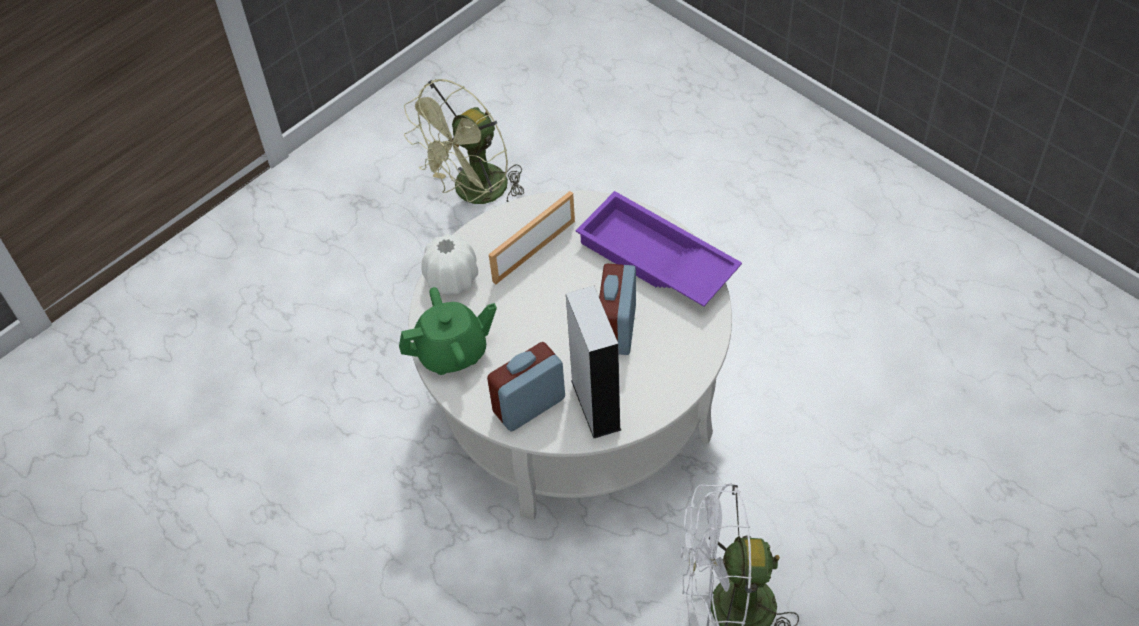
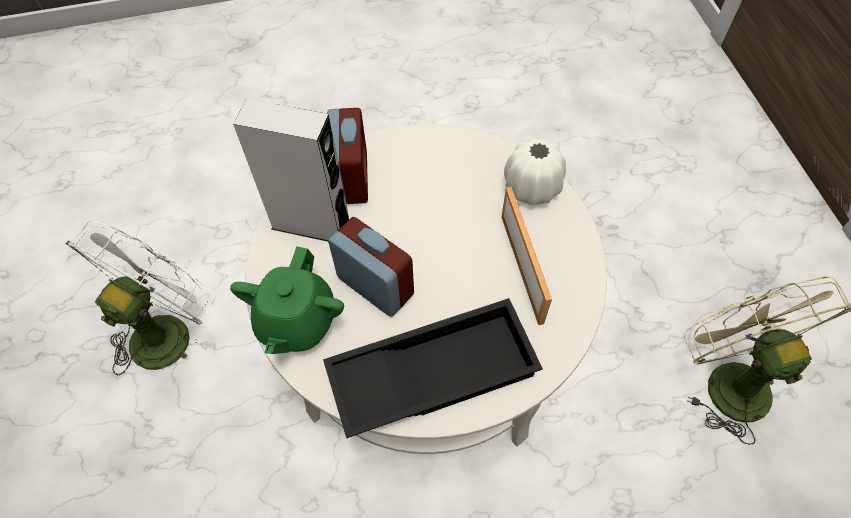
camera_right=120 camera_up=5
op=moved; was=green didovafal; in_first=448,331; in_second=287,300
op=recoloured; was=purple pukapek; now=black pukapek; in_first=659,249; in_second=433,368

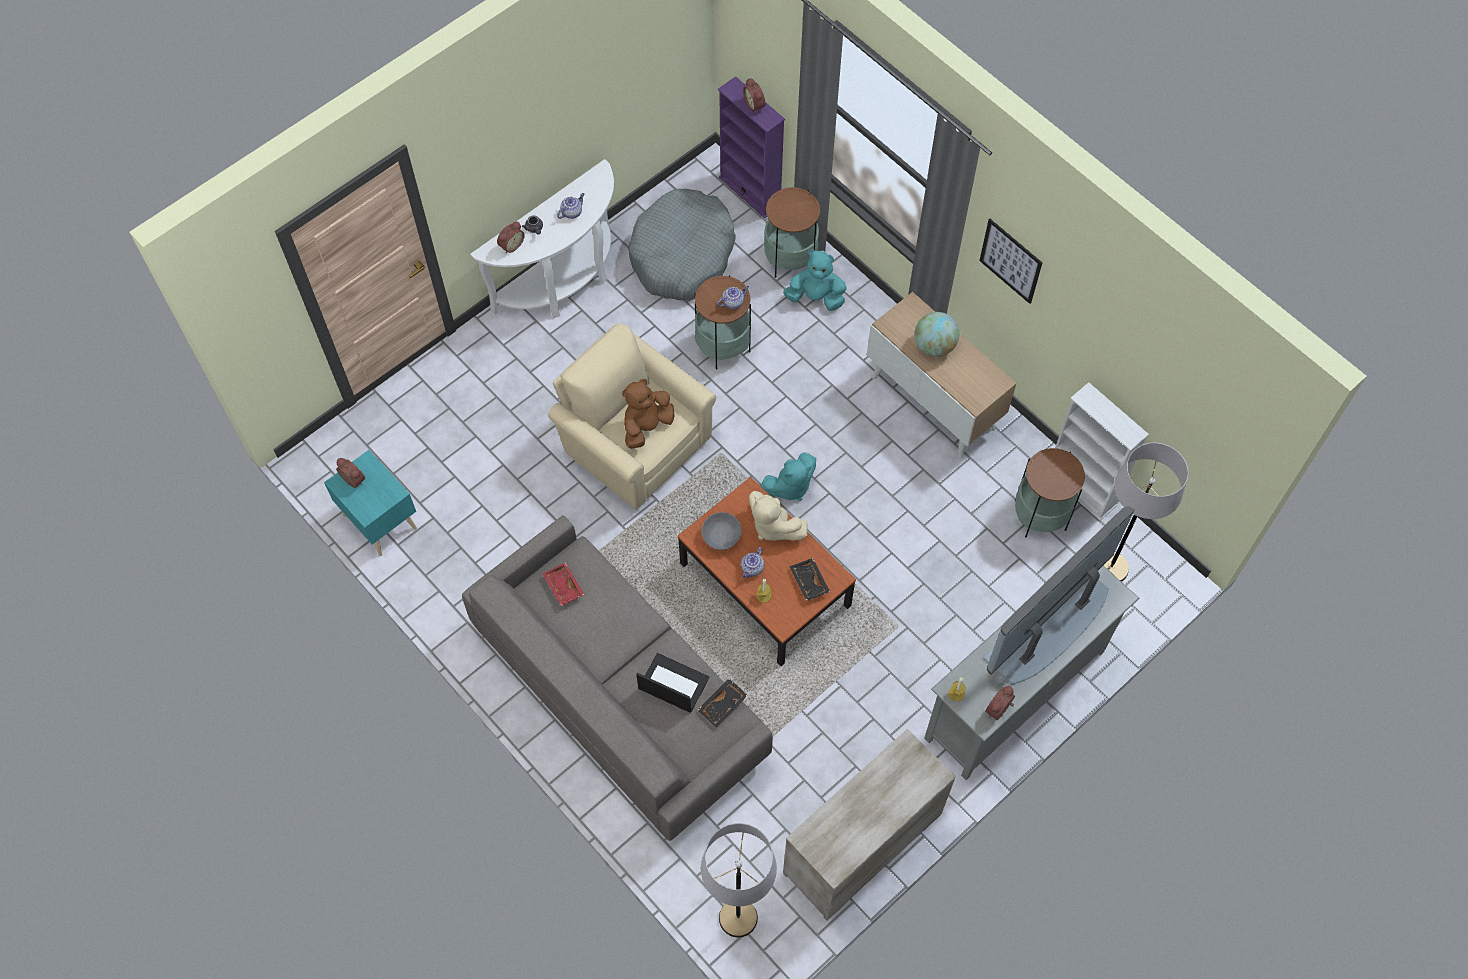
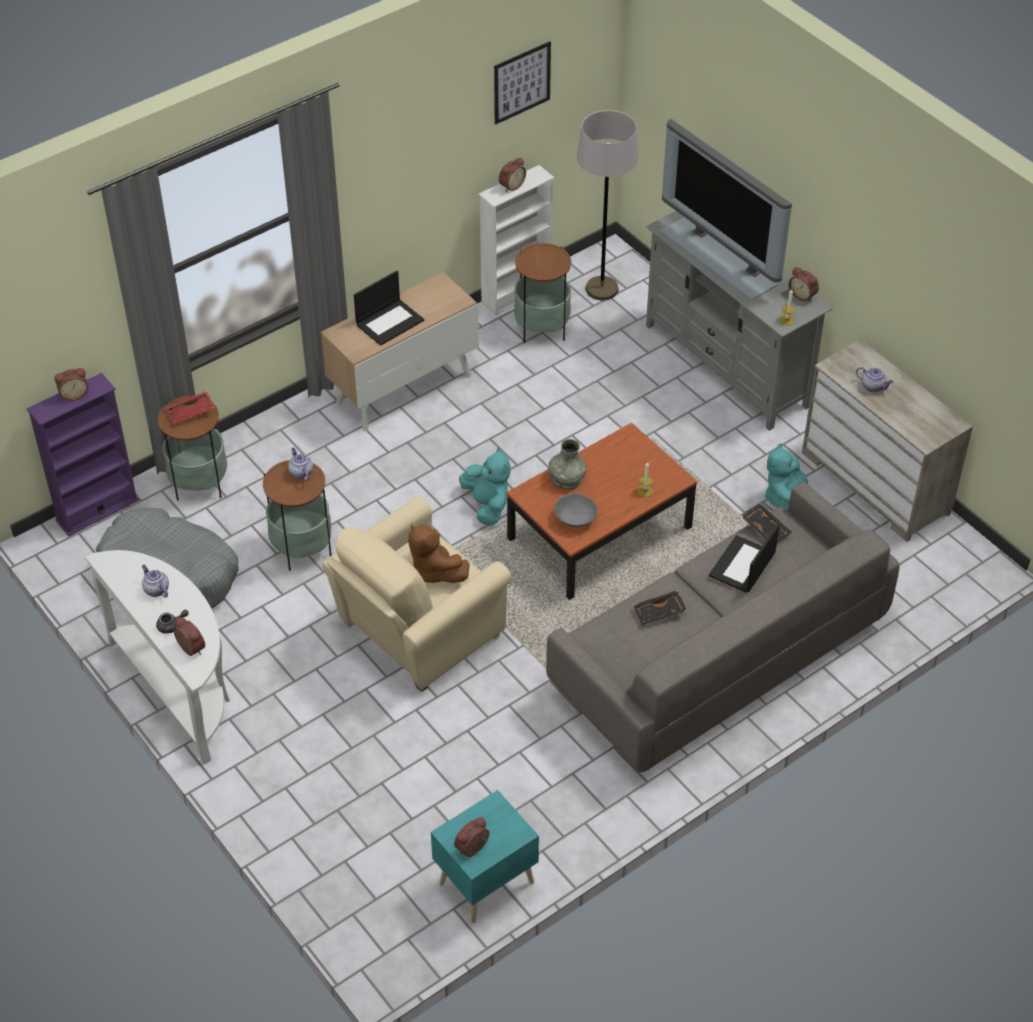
camera_right=-85 camera_up=-15
op=moved; was=red pukapek; in_first=563,584; in_second=190,407
op=replaced; was=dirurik; now=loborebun; in_first=936,334; in_second=389,308
op=moved; was=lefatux; in_first=1010,261; in_second=522,82
op=added; now=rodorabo; in_second=512,174
op=replaced; was=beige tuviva; now=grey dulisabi; in_first=778,516; in_second=567,464
op=moved; was=black pukapek; in_first=809,579; in_second=660,607
op=moved; was=turquoise tuviva; in_first=815,280; in_second=786,476
op=moved; was=didovafal; in_first=752,562; in_second=874,379
op=removed; was=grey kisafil; in_first=739,880

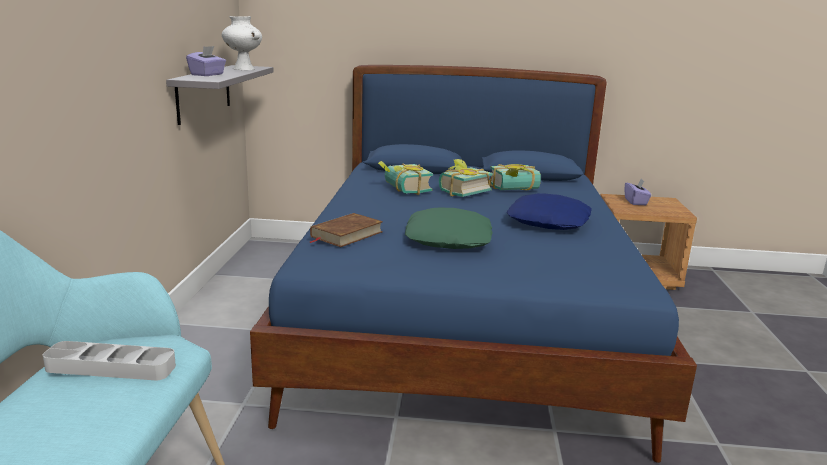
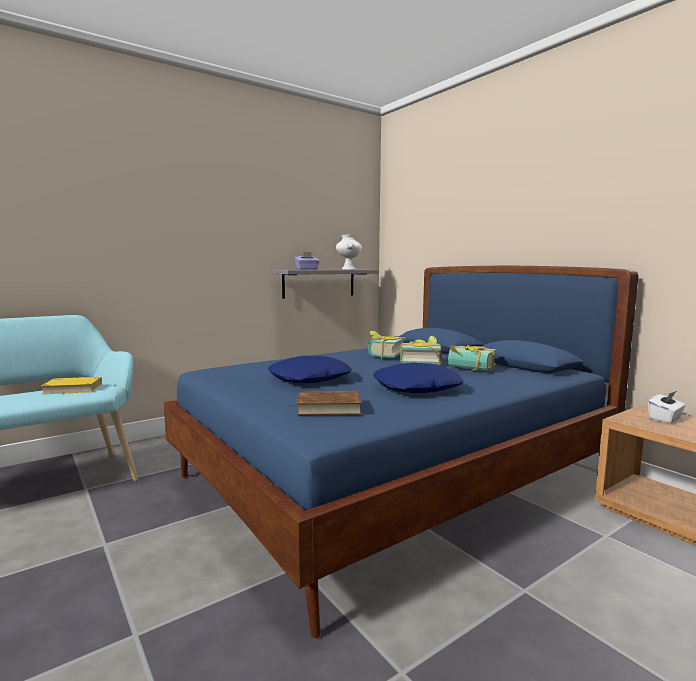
camera_right=50 camera_up=-10
op=replaced; was=grey pukapek; now=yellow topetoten; in_first=109,361; in_second=71,385
op=recoloured; was=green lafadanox; now=blue lafadanox; in_first=449,228; in_second=309,369
op=moved; was=brown topetoten; in_first=346,230; in_second=325,403
op=recoloured; was=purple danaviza; now=white danaviza; in_first=638,192; in_second=667,407

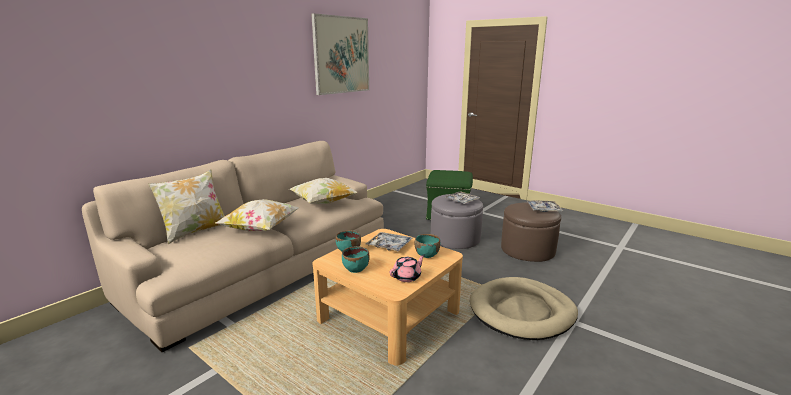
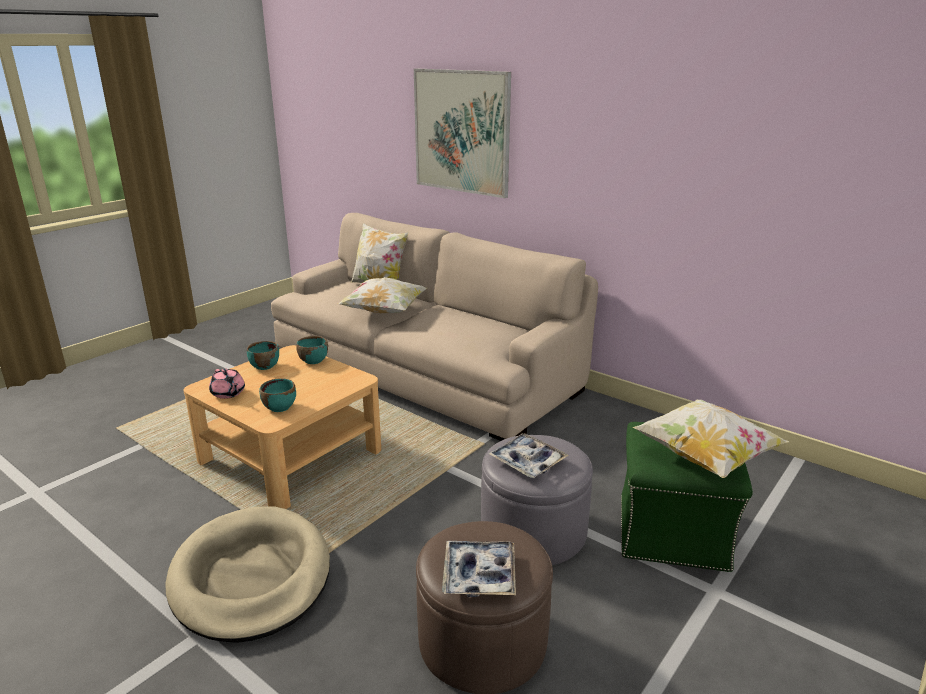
camera_right=90 camera_up=5
op=moved; was=lefatux; in_first=340,54; in_second=462,133
op=moved; was=lafadanox; in_first=323,191; in_second=710,438
op=removed; was=pukapek; in_first=389,242

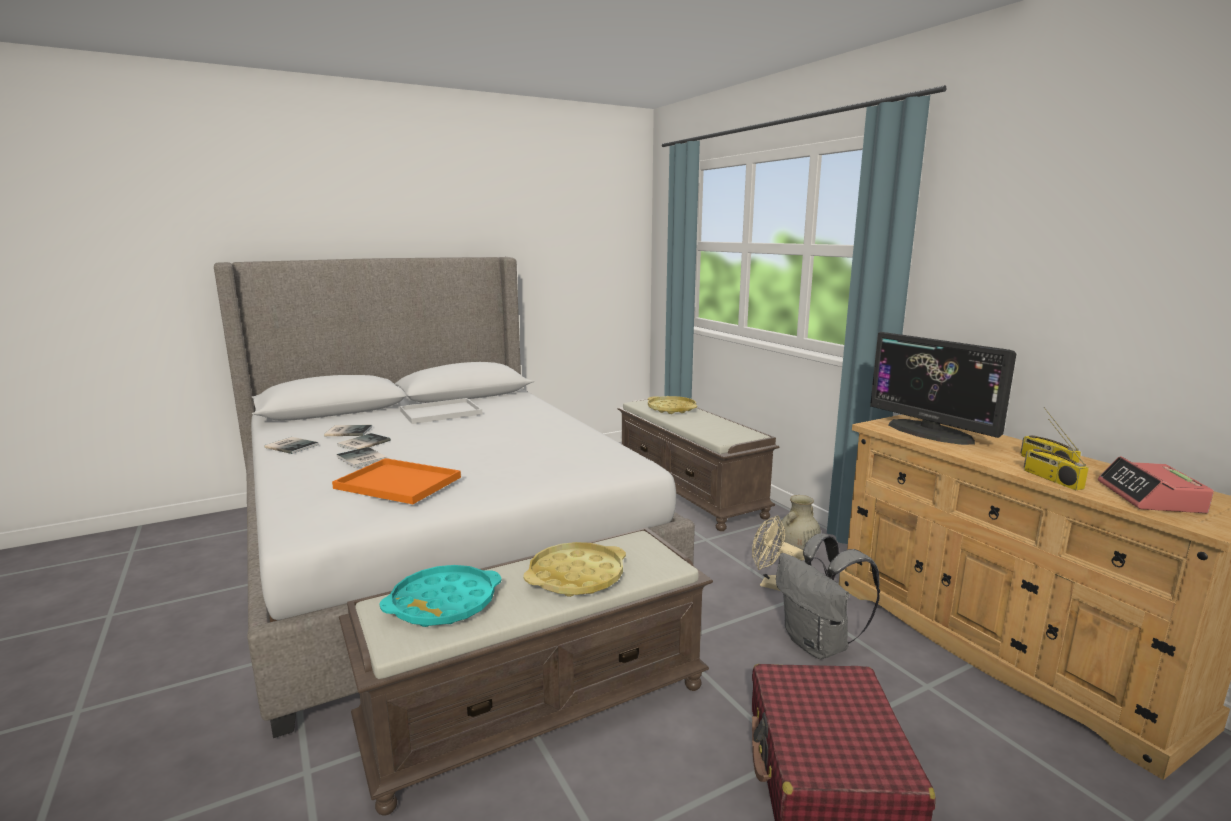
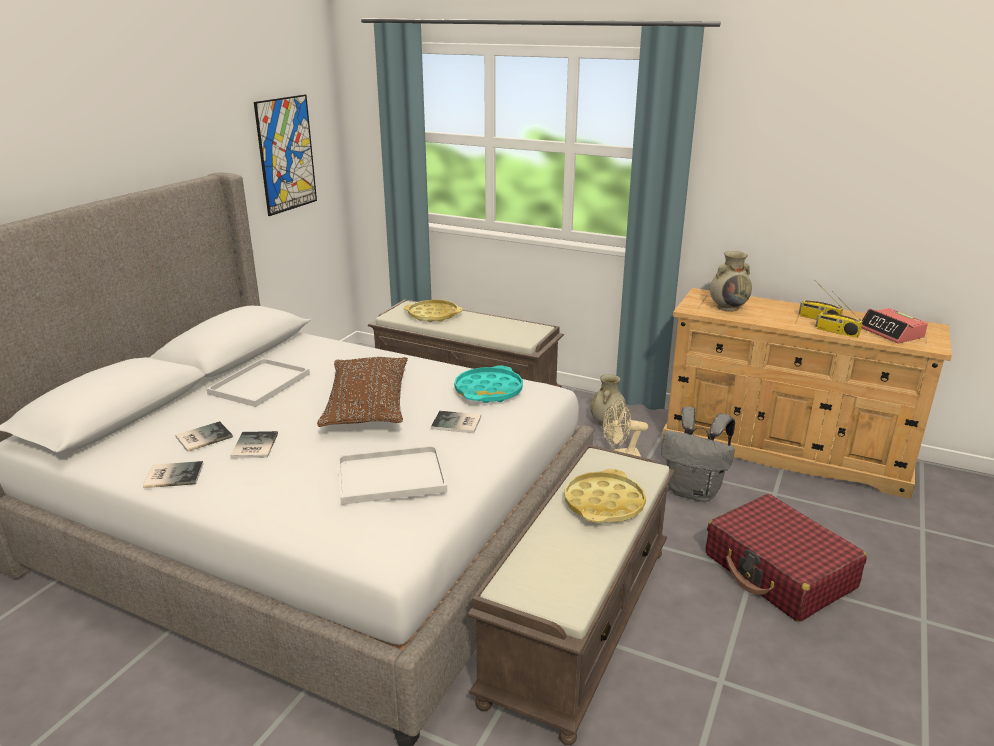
camera_right=-35 camera_up=10
op=added; now=lefatux; in_second=285,155
op=added; now=brown lafadanox; in_second=362,392
op=recoloured; was=orange pukapek; now=white pukapek; in_first=396,481; in_second=392,475
op=moved; was=topetoten; in_first=362,457; in_second=456,422
op=moved; was=turquoise pukapek; in_first=440,596; in_second=488,384
op=replaced; was=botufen; now=beige dulisabi; in_first=943,388; in_second=731,281

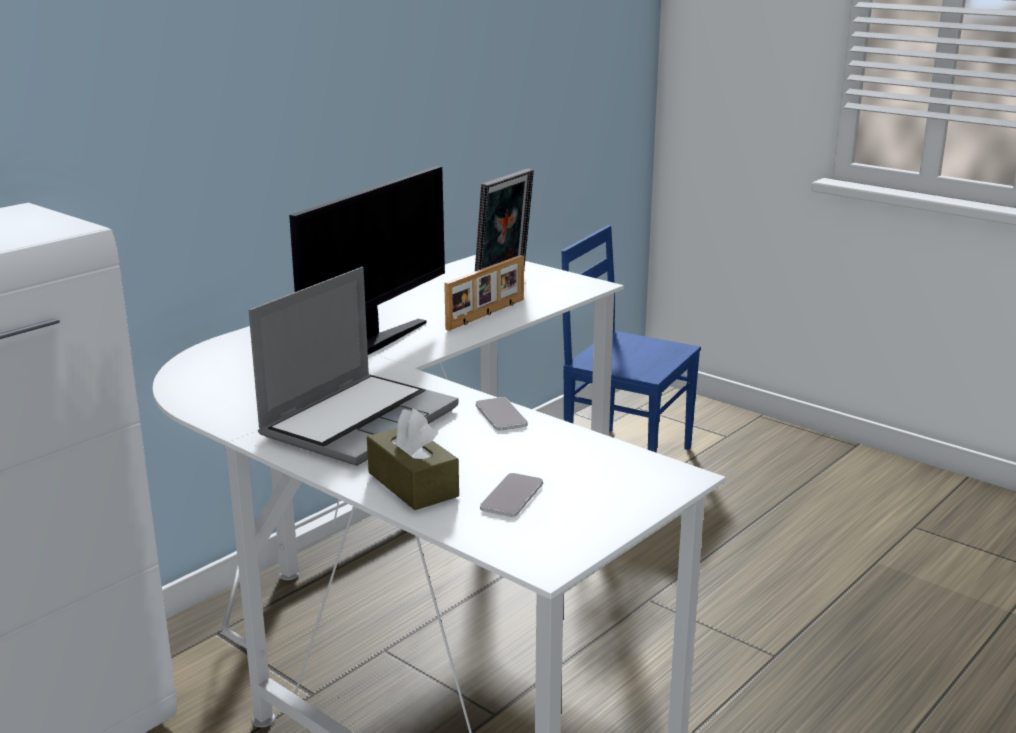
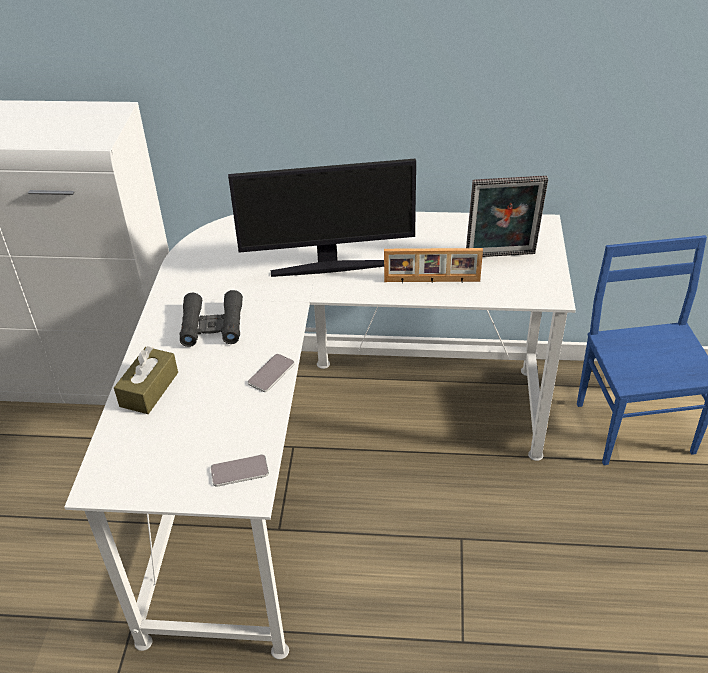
camera_right=55 camera_up=20
op=replaced; was=loborebun; now=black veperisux; in_first=354,366; in_second=211,318
op=moved; was=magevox; in_first=511,495; in_second=239,470

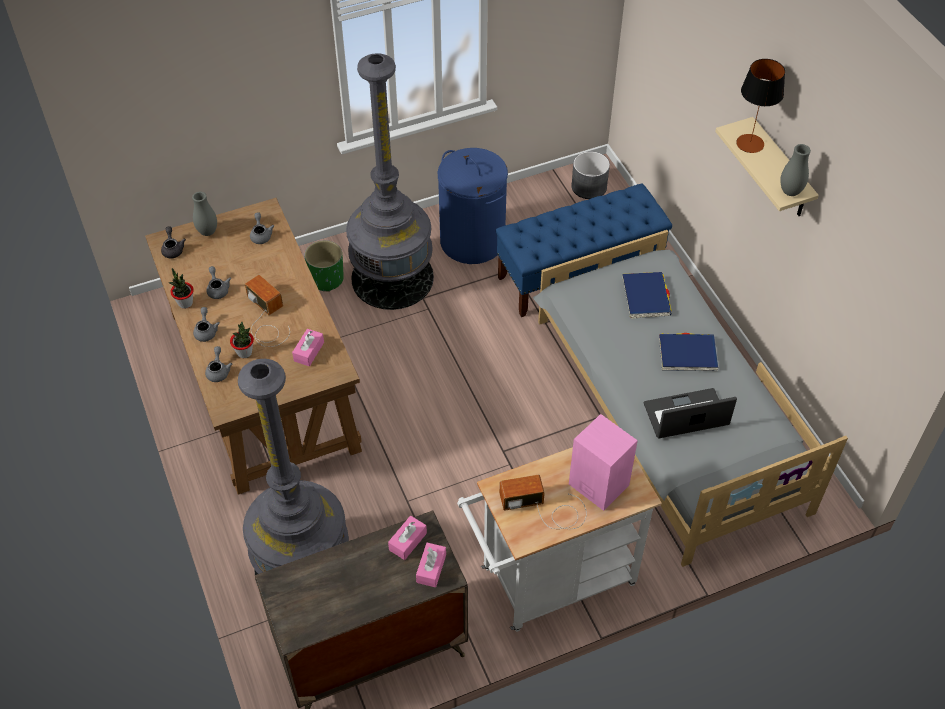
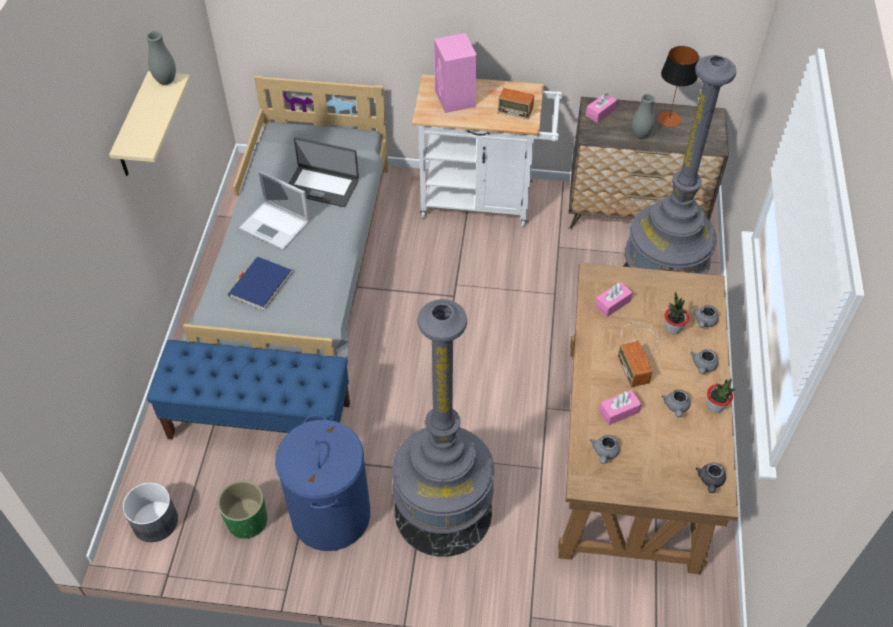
camera_right=-150 camera_up=0
op=moved; was=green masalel; in_first=324,266; in_second=242,509
op=replaced; was=blue topetoten; now=loborebun; in_first=689,352; in_second=274,210
op=moved; was=pink danaviza; in_first=407,538; in_second=620,407
op=moved; was=grey dulisabi; in_first=204,214; in_second=643,116
op=moved; was=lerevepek; in_first=760,106; in_second=678,86

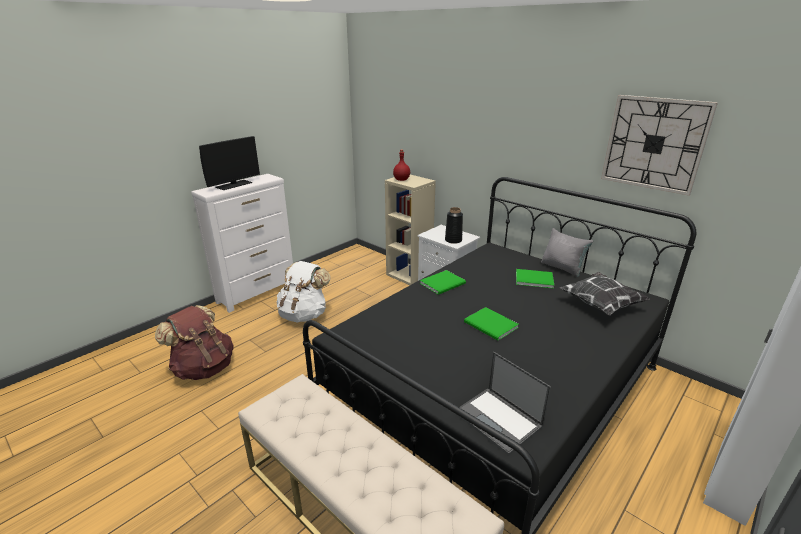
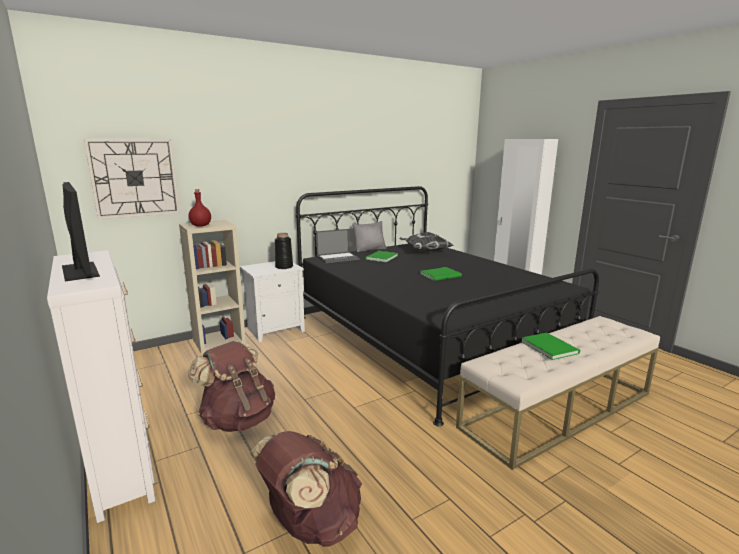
camera_right=-75 camera_up=-10
op=moved; was=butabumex; in_first=659,145; in_second=132,179
op=recoloured; was=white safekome; now=brown safekome; in_first=304,292; in_second=231,386
op=moved; was=loborebun; in_first=503,403; in_second=337,246
op=moved; was=green topetoten; in_first=443,282; in_second=550,346

